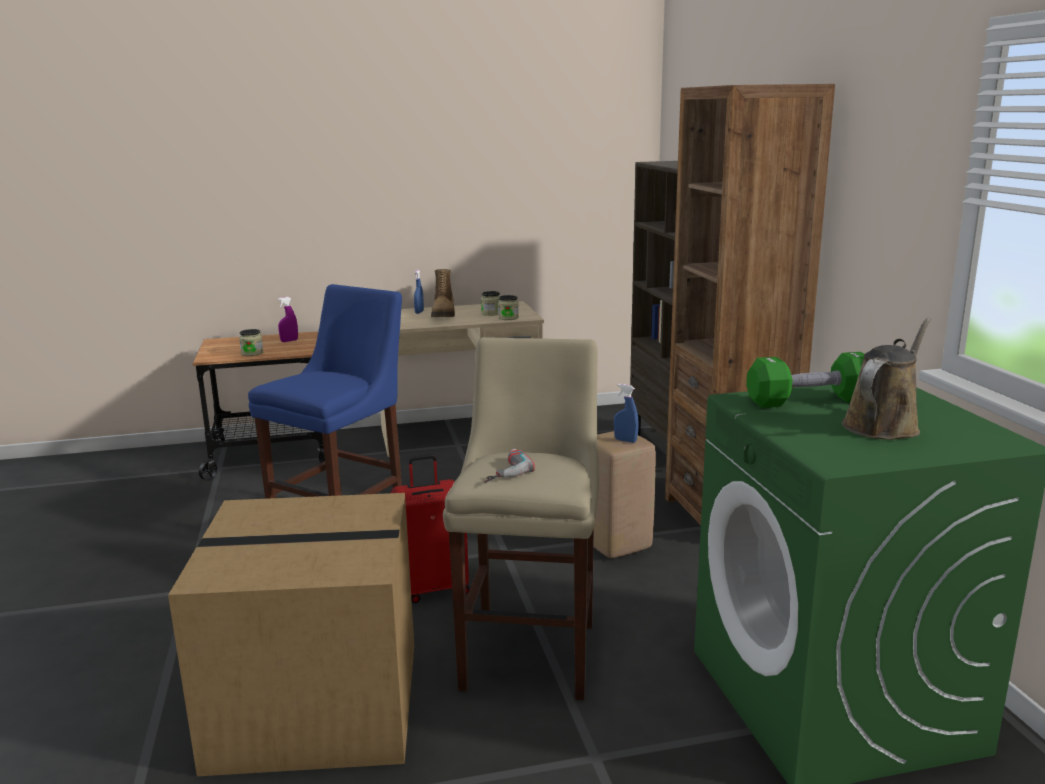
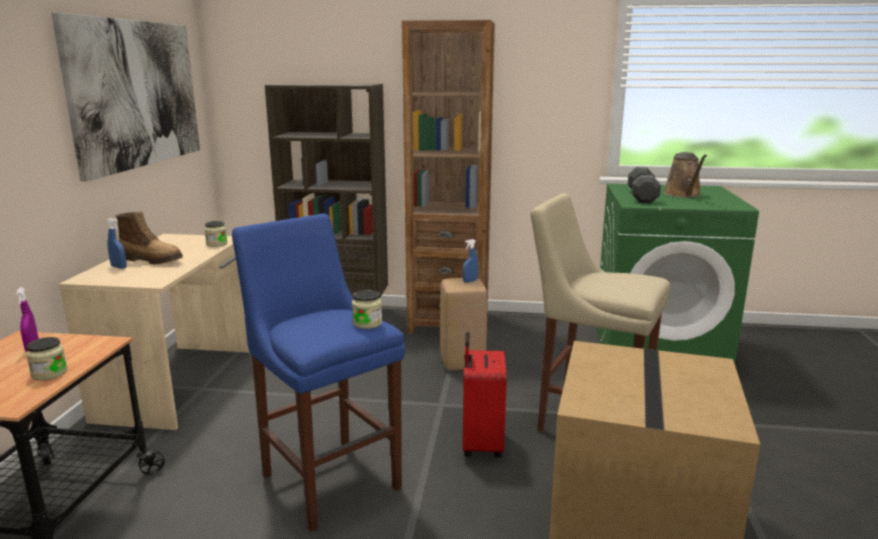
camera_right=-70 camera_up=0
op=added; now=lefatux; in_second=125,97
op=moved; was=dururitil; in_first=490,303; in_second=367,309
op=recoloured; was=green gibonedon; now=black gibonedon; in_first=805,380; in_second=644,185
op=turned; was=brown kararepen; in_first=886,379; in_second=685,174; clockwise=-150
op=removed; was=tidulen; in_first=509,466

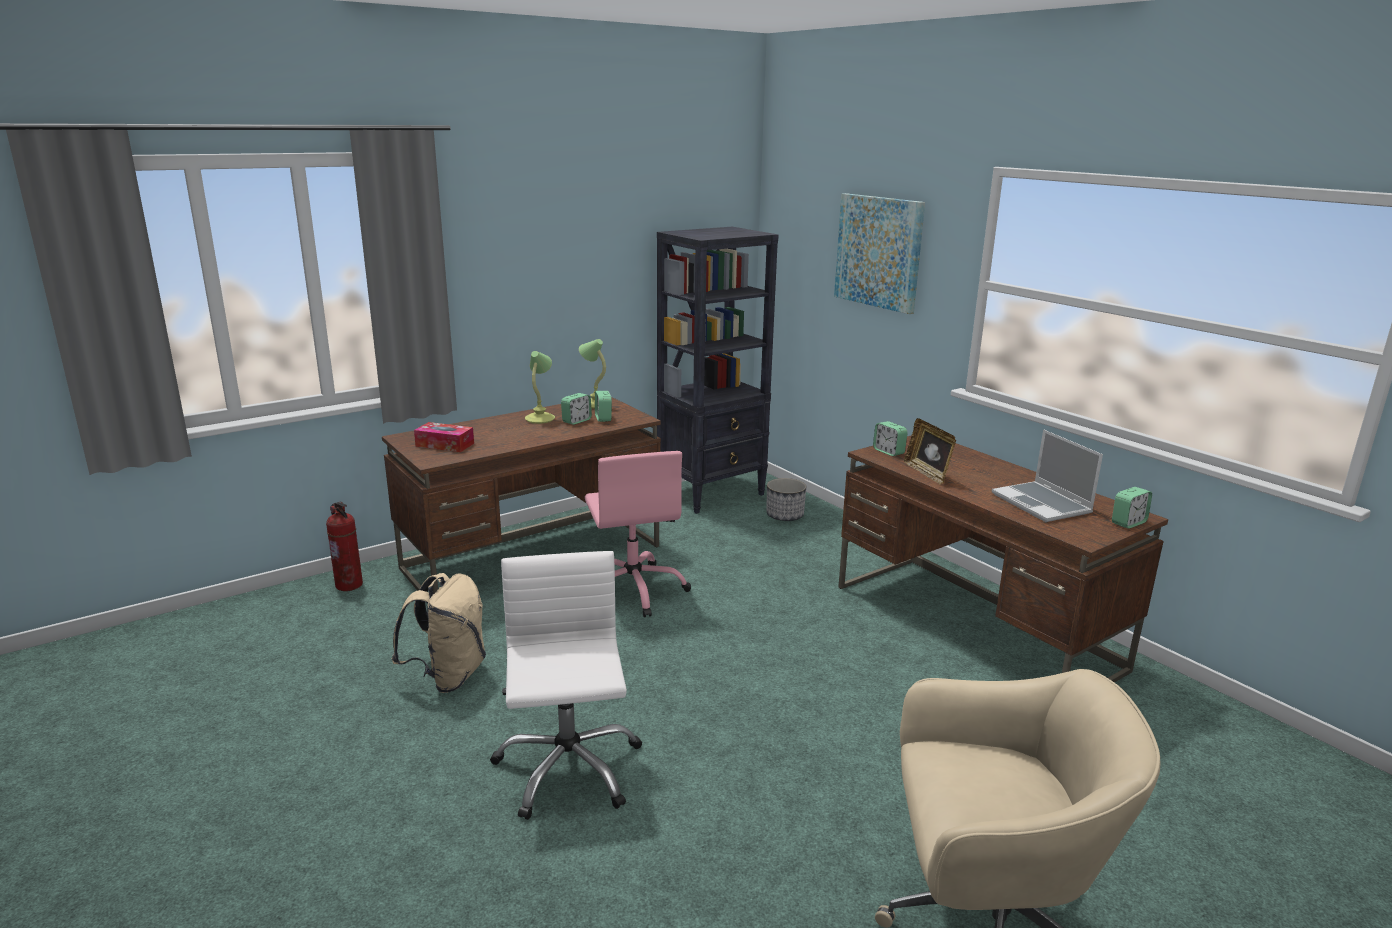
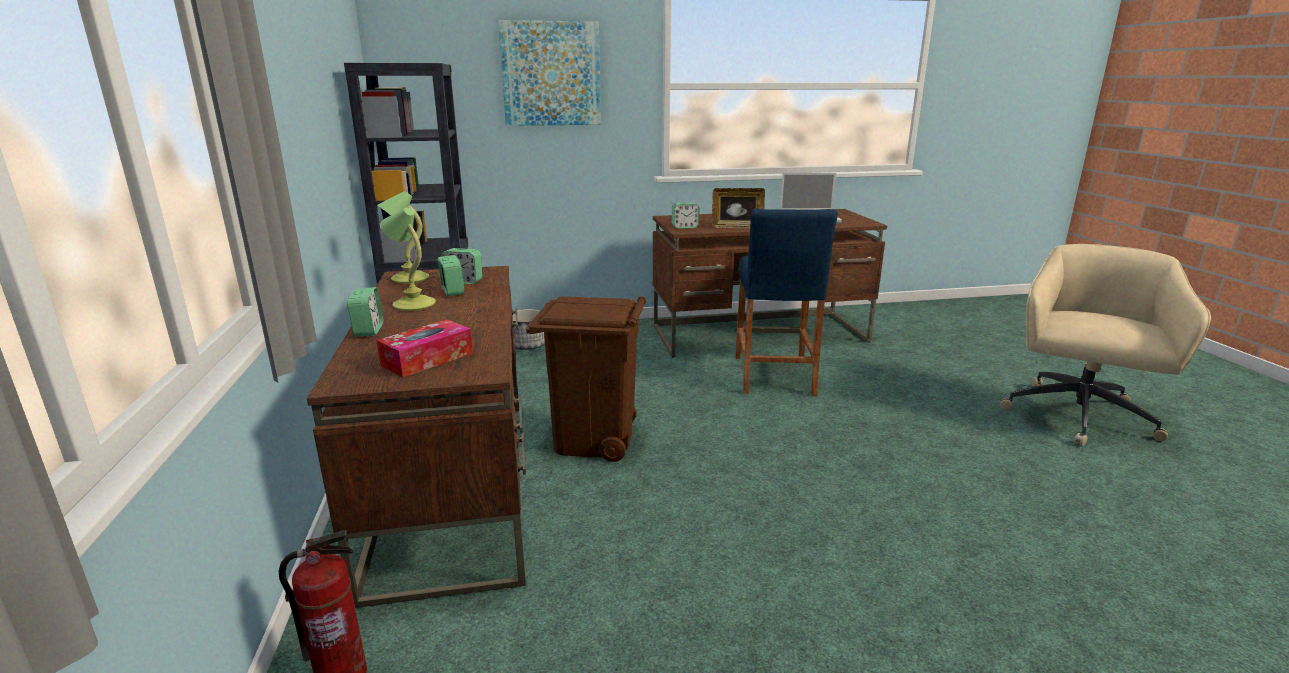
camera_right=-65 camera_up=0
op=moved; was=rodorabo; in_first=1132,508; in_second=365,312
op=replaced; was=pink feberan; now=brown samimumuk; in_first=638,534; in_second=586,379
op=added; now=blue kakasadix; in_second=786,302
op=removed; was=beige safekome; in_first=439,633
op=removed; was=white feberan; in_first=566,685

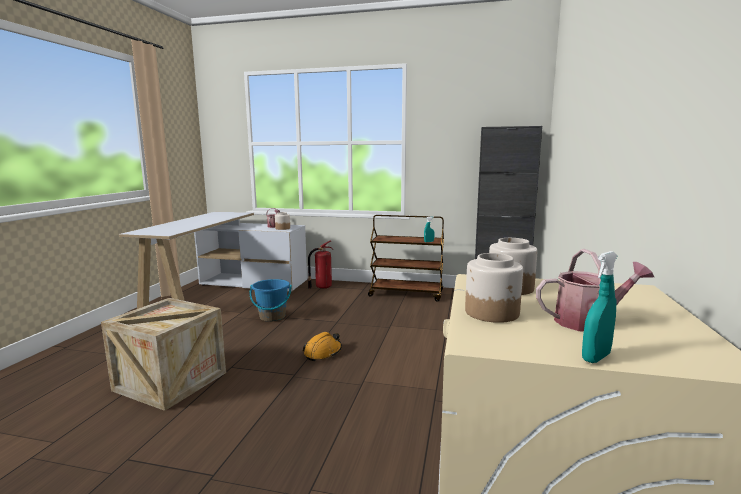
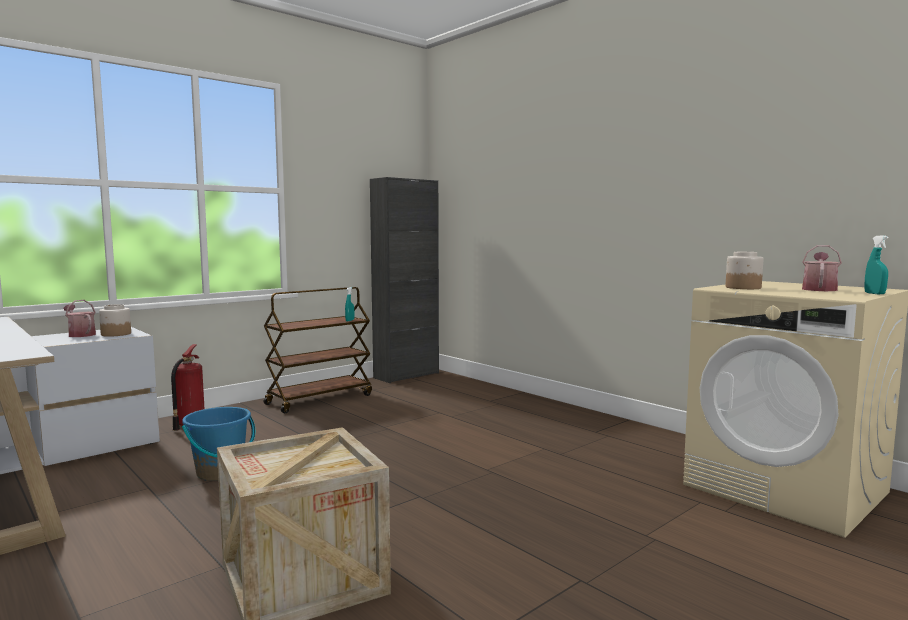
camera_right=-55 camera_up=-5
op=removed; was=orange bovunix; in_first=322,346
op=removed; was=dururitil; in_first=494,288

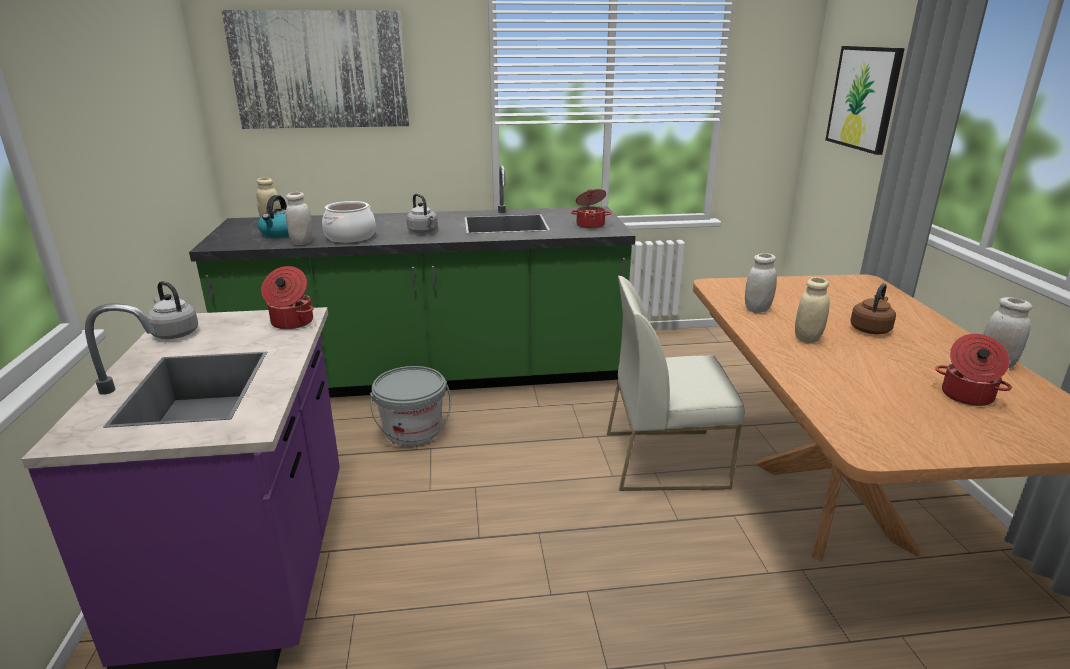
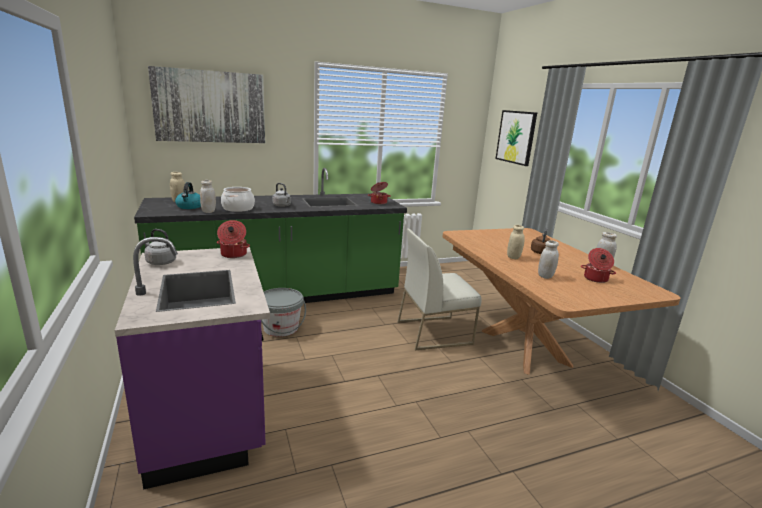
camera_right=-15 camera_up=-5
op=moved; was=white dururitil; in_first=761,283; in_second=548,259

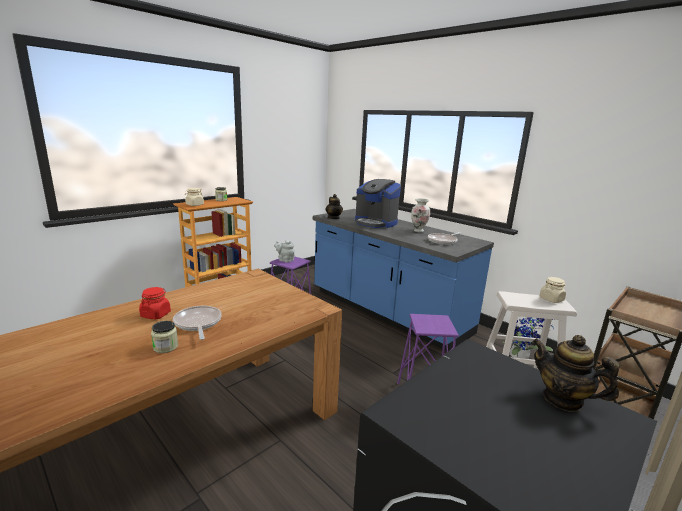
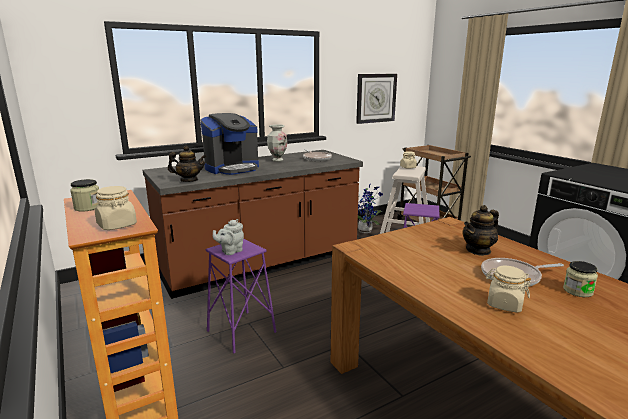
camera_right=-75 camera_up=0
op=recoloured; was=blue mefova; now=brown mefova; in_first=403,280; in_second=253,224
op=added; now=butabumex; in_second=376,99
op=moved; was=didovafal; in_first=576,373; in_second=481,230
op=recoloured; was=red dururitil; now=beige dururitil; in_first=155,303; in_second=508,289

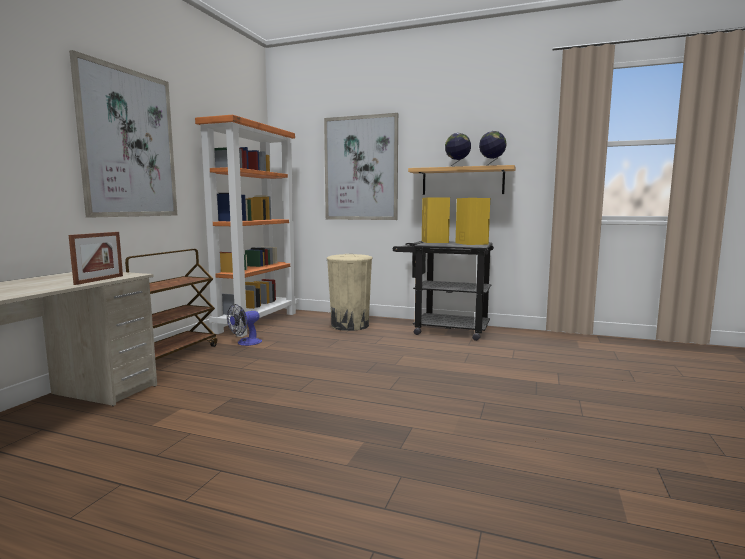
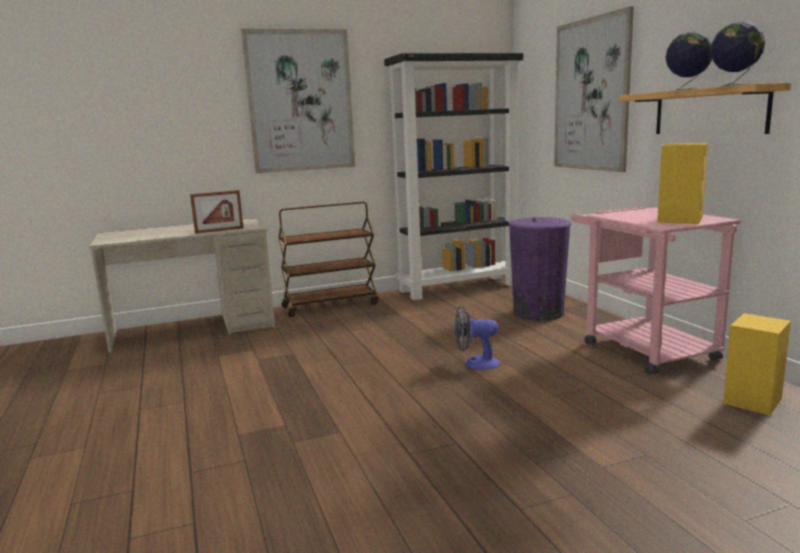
camera_right=50 camera_up=5
op=recoloured; was=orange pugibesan; now=black pugibesan; in_first=246,226; in_second=453,176
op=moved; was=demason; in_first=244,325; in_second=477,338
op=recoloured; was=beige samimumuk; now=purple samimumuk; in_first=349,292; in_second=539,269
op=recoloured; was=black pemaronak; now=pink pemaronak; in_first=443,291; in_second=655,291
op=moved; was=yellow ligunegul; in_first=436,220; in_second=757,364

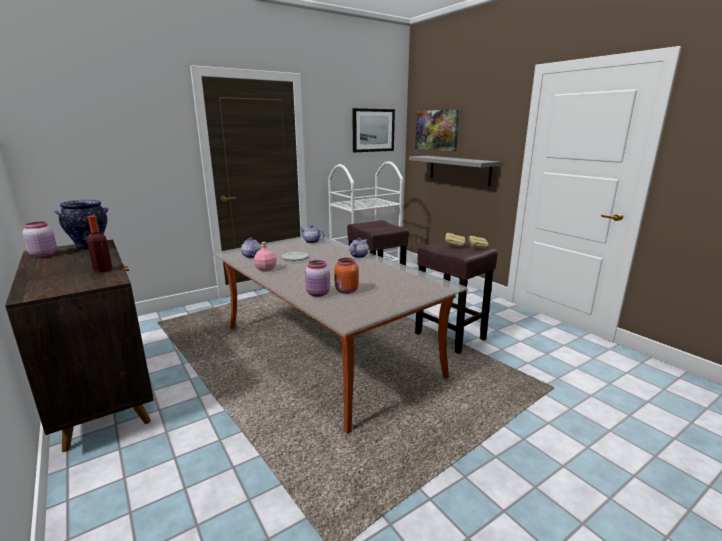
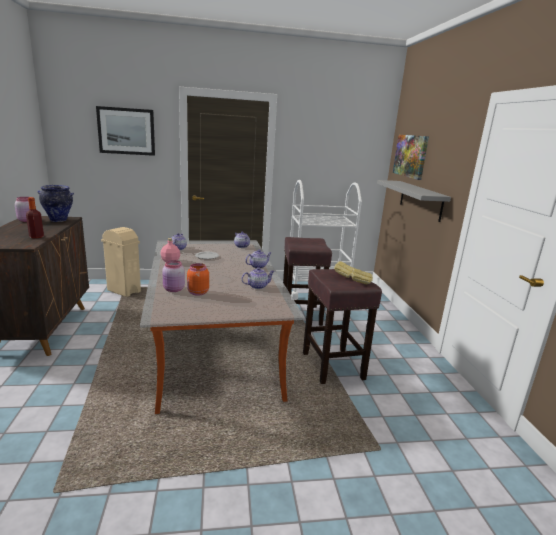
camera_right=25 camera_up=0
op=moved; was=lefatux; in_first=373,130; in_second=125,131
op=added; now=beige samimumuk; in_second=121,262
op=added; now=didovafal; in_second=258,278

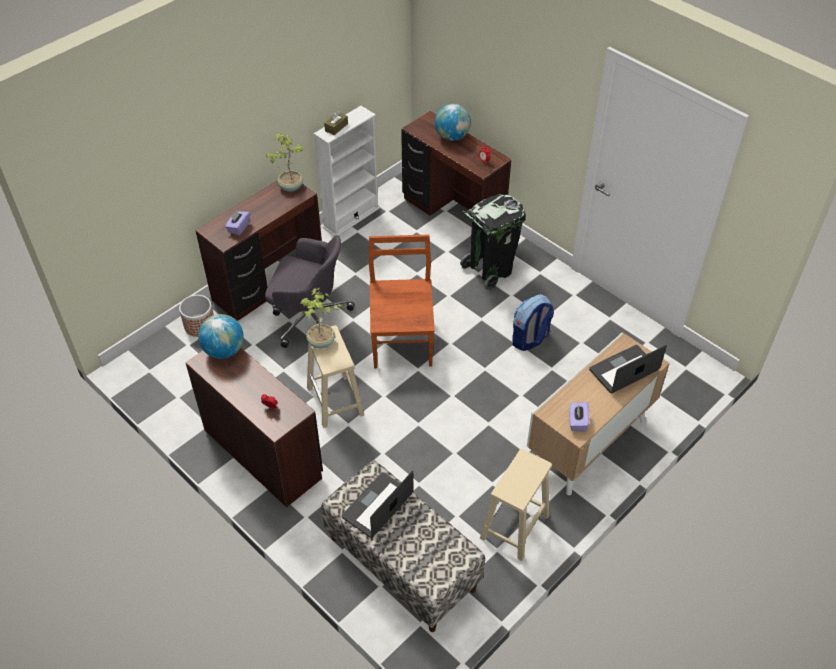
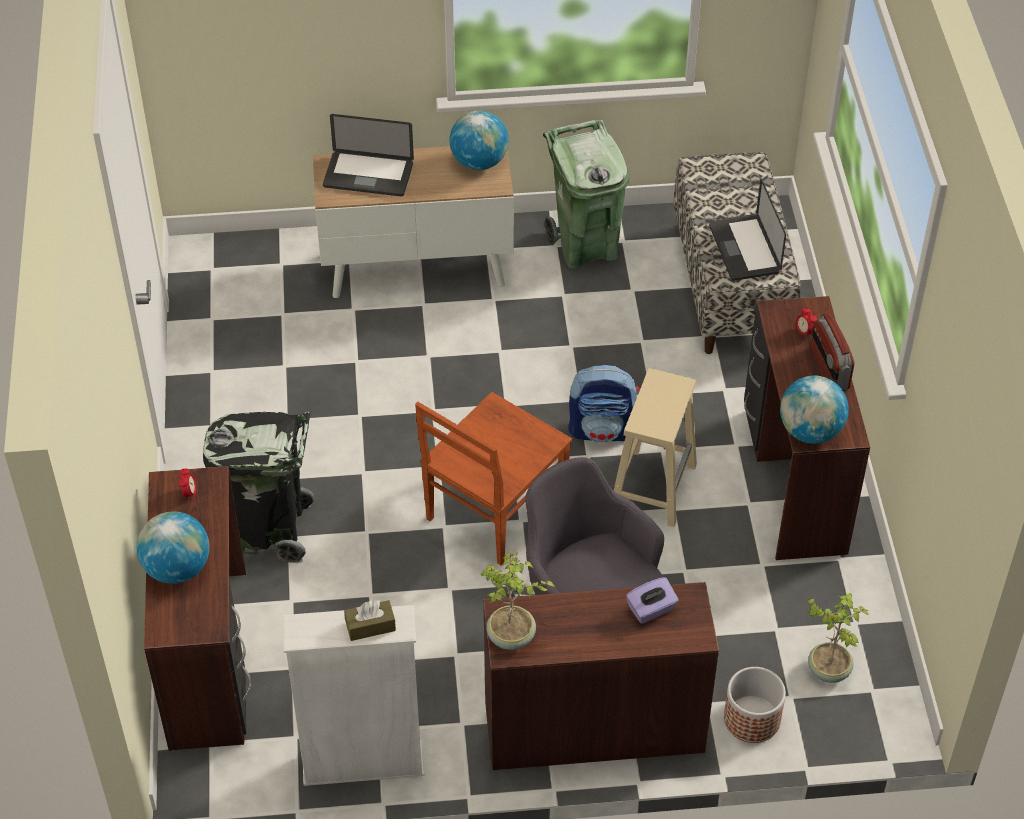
camera_right=-140 camera_up=0
op=replaced; was=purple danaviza; now=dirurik; in_first=579,417; in_second=479,140
op=replaced; was=beige kakasadix; now=green samimumuk; in_first=516,505; in_second=586,194
op=moved; was=safekome; in_first=533,322; in_second=604,403
op=turned; was=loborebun; in_first=377,504; in_second=747,230; clockwise=90
op=moved; was=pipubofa; in_first=321,318; in_second=838,638
op=added; now=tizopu; in_second=832,351

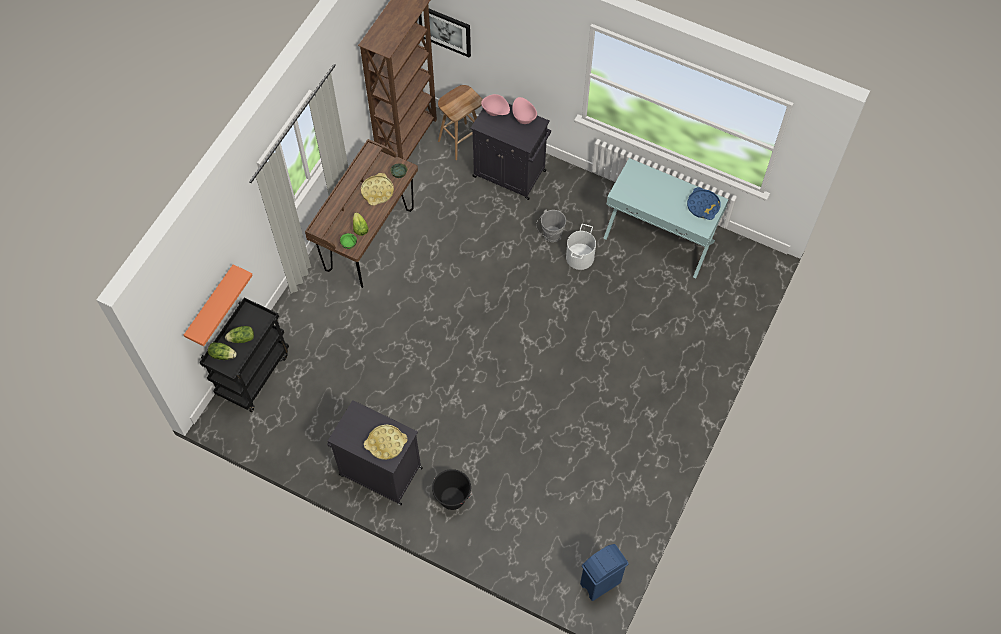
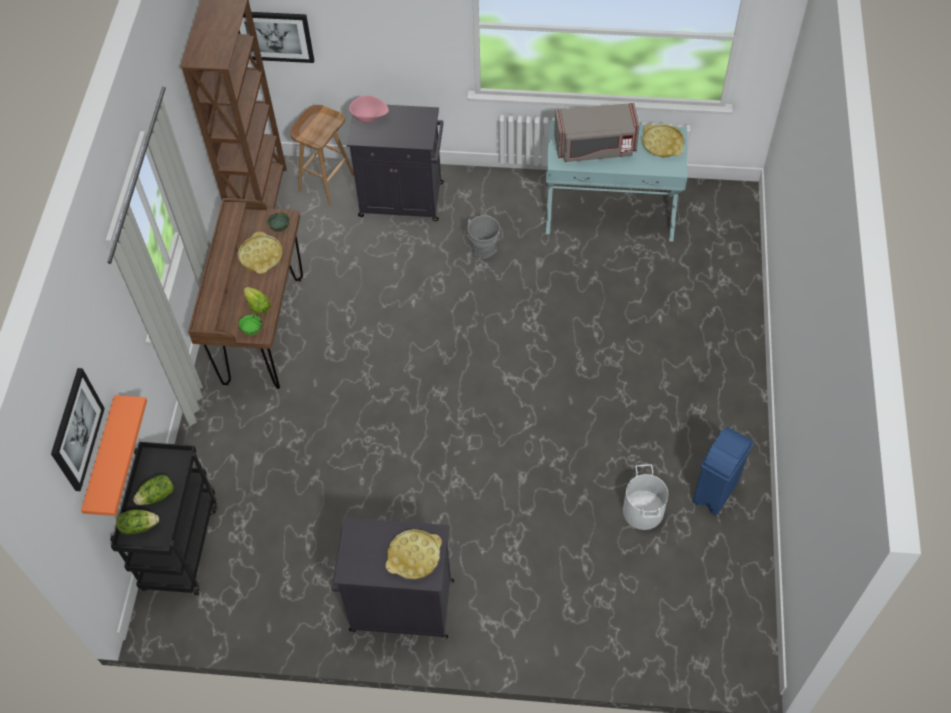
camera_right=-20 camera_up=-5
op=added; now=lefatux; in_second=78,429
op=added; now=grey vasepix; in_second=597,132
op=moved; was=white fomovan; in_first=581,247; in_second=645,497
op=recoloured; was=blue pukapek; now=yellow pukapek; in_first=704,203; in_second=663,140
op=moved; was=blue samimumuk; in_first=604,572; in_second=723,471
op=removed; was=black fomovan; in_first=452,489
op=removed; was=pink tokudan; in_first=524,110

